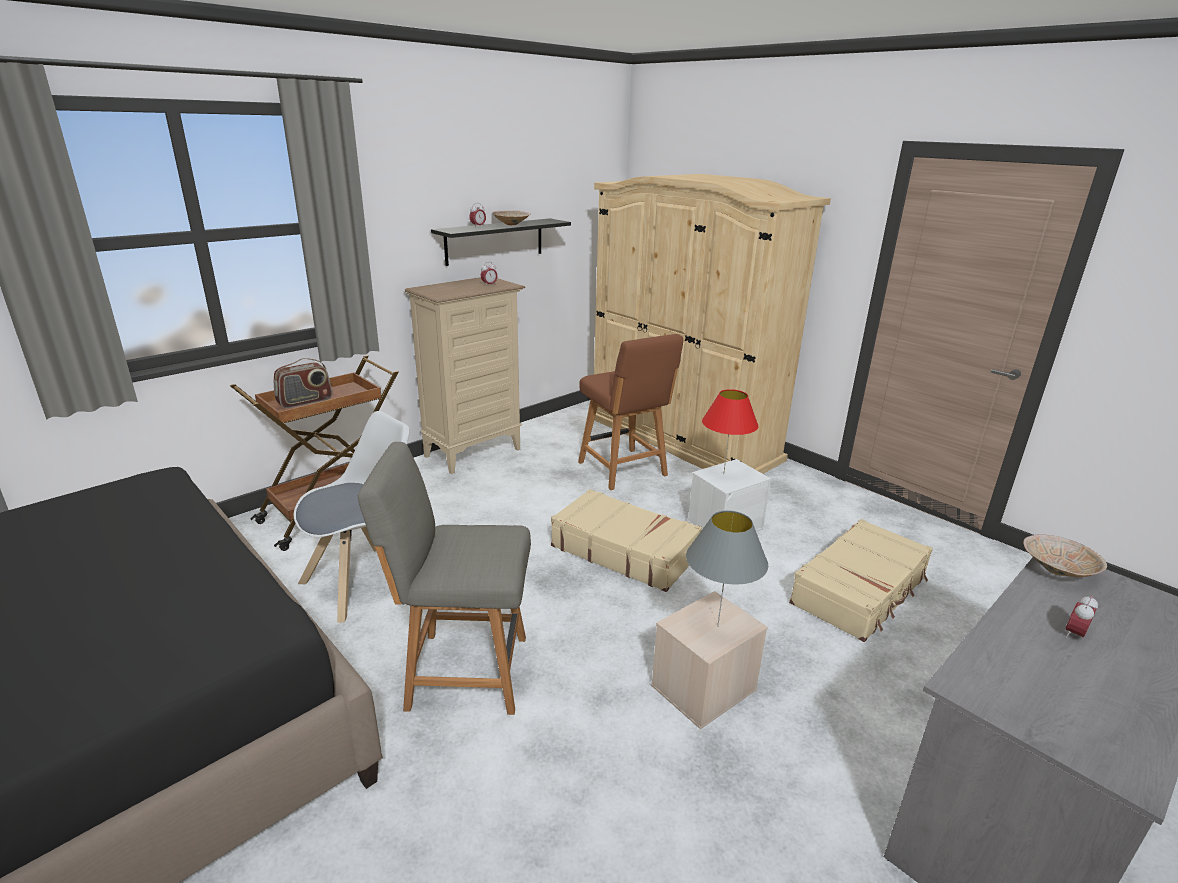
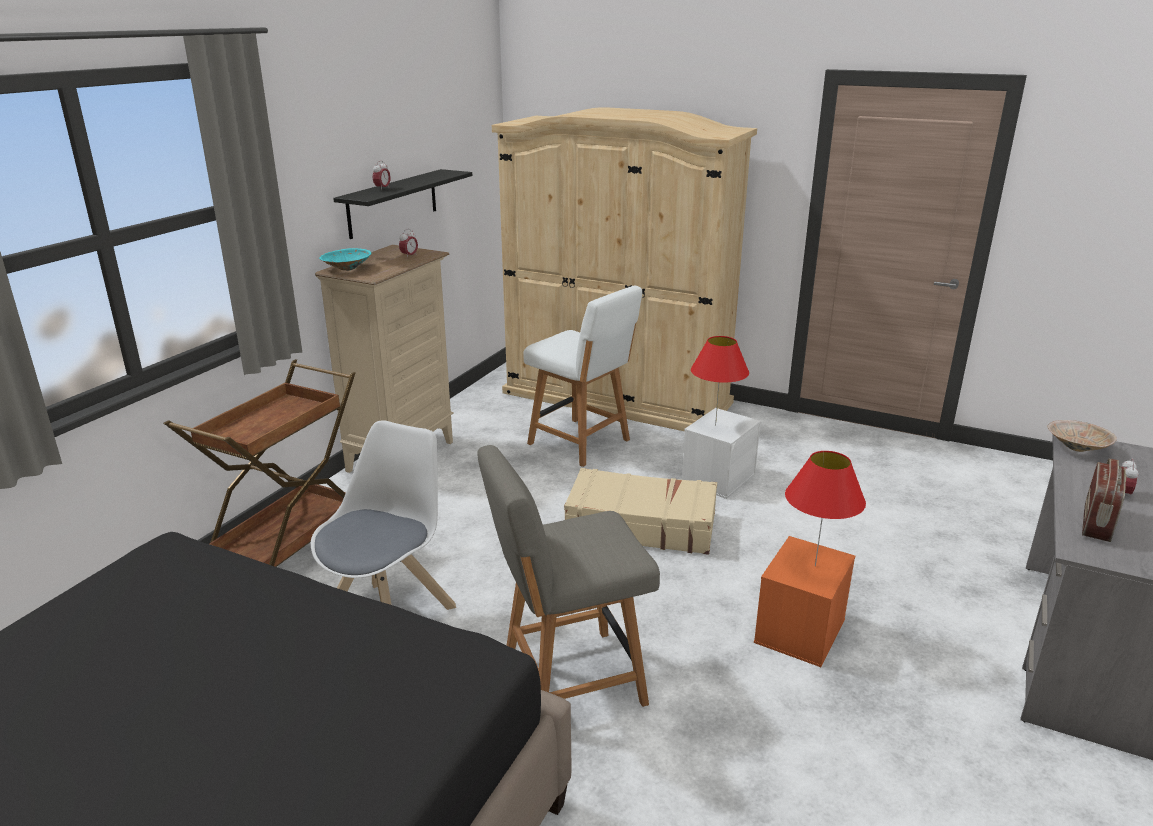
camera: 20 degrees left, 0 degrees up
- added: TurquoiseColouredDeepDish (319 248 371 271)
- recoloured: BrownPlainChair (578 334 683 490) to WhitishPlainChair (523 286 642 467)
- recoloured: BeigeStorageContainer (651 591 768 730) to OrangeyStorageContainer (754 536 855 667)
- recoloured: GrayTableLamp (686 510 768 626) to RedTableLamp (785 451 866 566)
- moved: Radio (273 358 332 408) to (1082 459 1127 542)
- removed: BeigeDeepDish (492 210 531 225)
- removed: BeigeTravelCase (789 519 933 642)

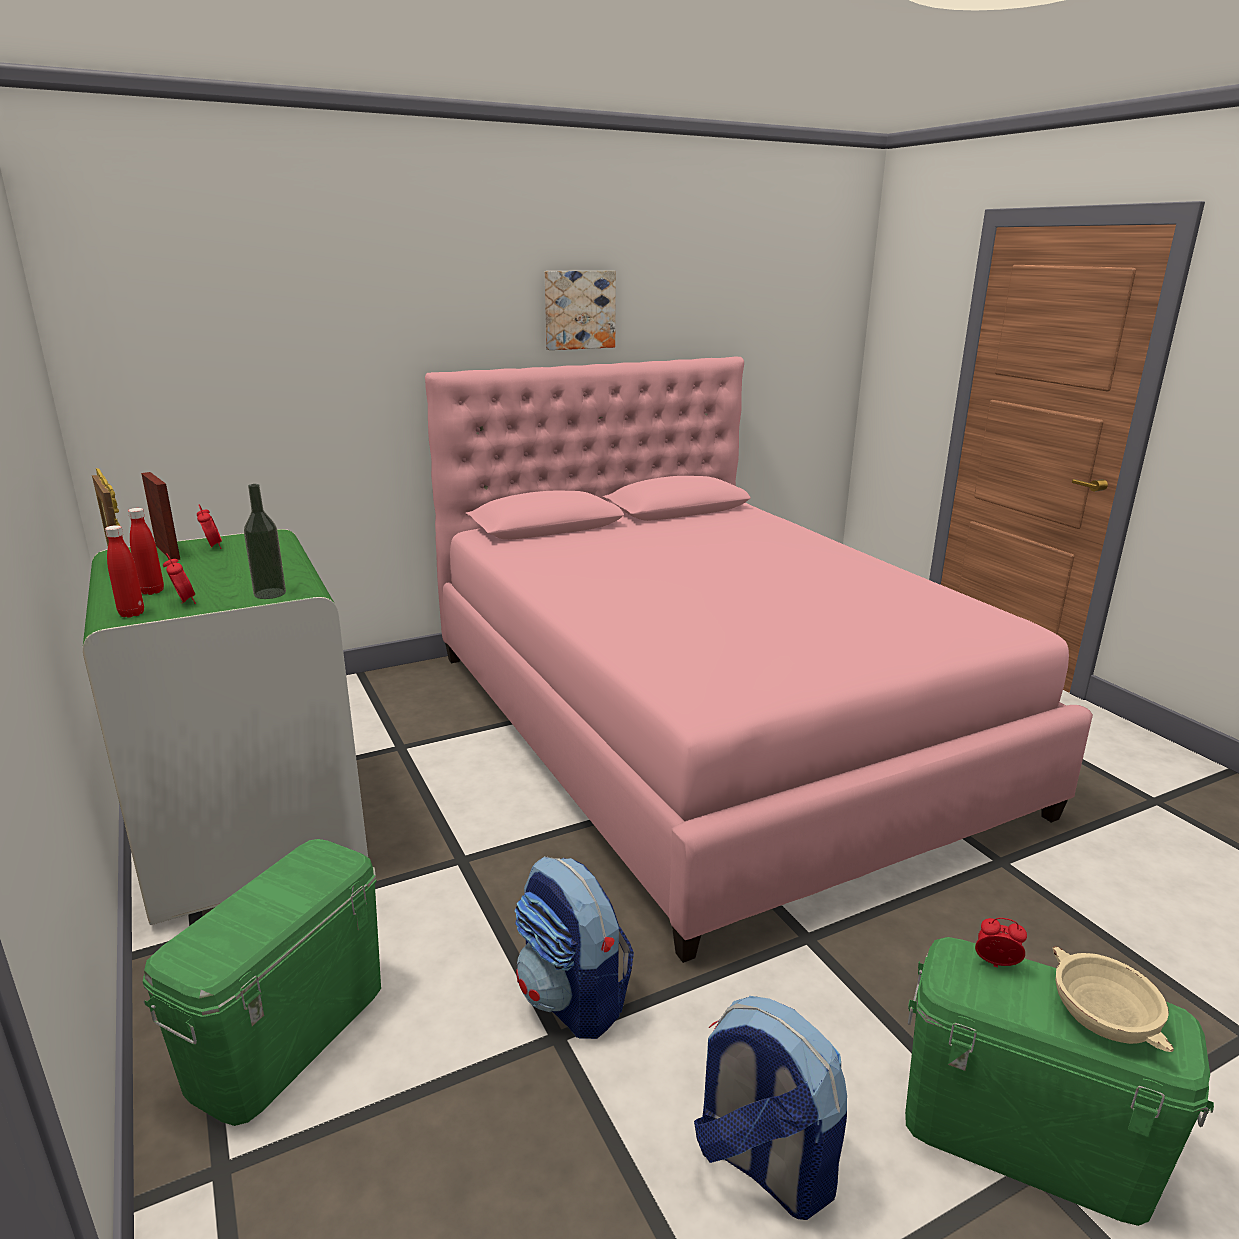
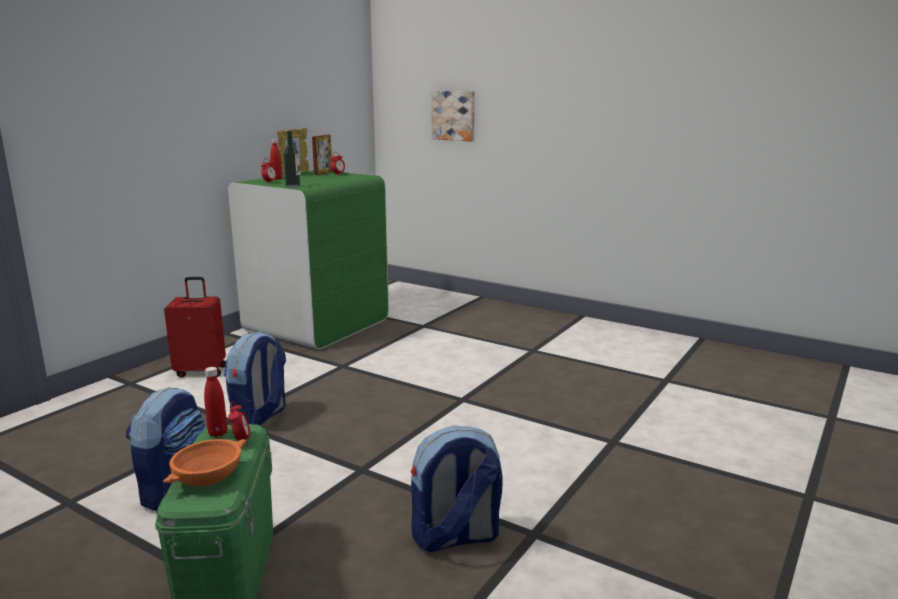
camera: 60 degrees right, 5 degrees down
- recoloured: BeigeDeepDish (1053 946 1174 1052) to OrangeyDeepDish (163 439 246 487)
- replaced: GreenColouredStorageContainer (143 839 381 1126) to RedTravelCase (164 277 226 378)
- moved: RedBottle (105 525 144 618) to (204 367 227 437)
- added: Backpack (411 426 503 552)
- moved: Picture (545 271 616 350) to (431 91 475 142)
- removed: PinkishBedroomBed (425 357 1093 963)

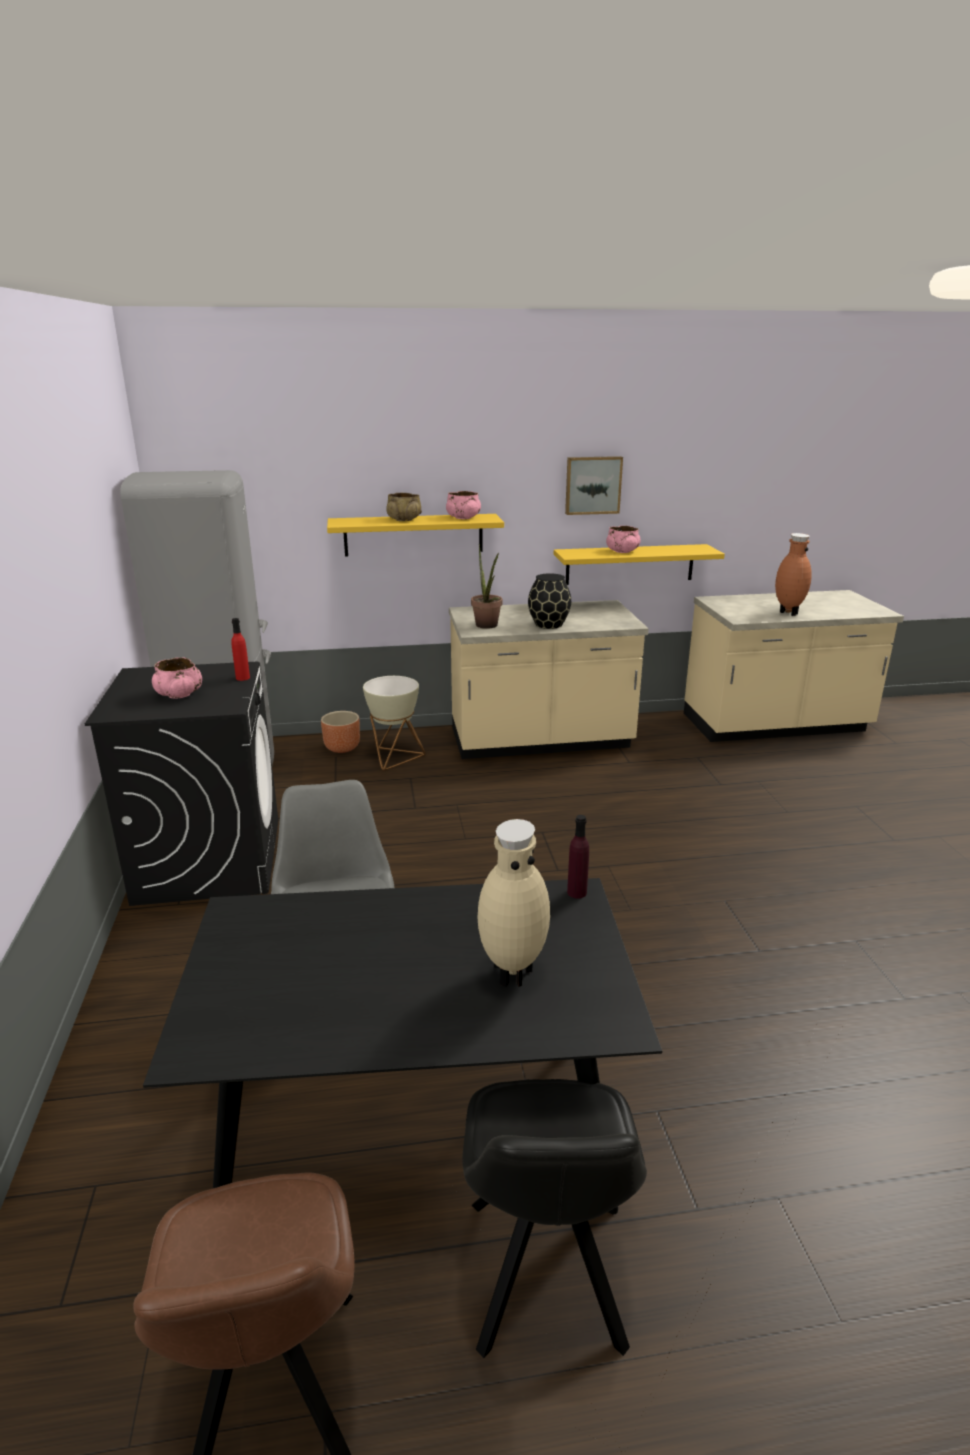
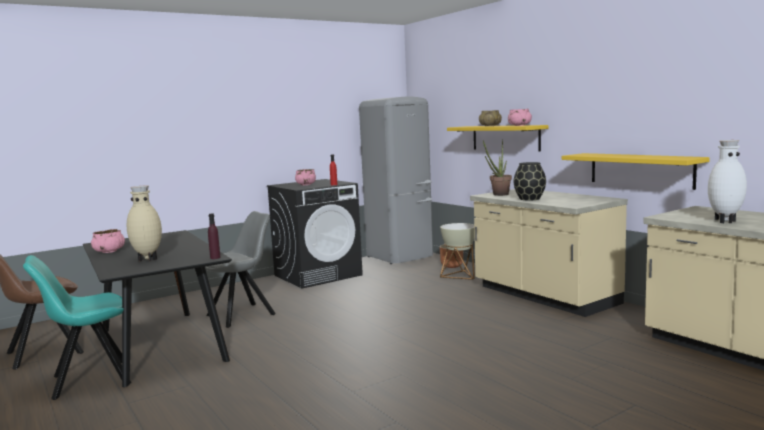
camera: 65 degrees right, 15 degrees down
- recoloured: BlackishPlainChair (462 1079 647 1358) to TurquoiseColouredPlainChair (23 255 131 400)
- moved: PinkishDeepDish (606 526 641 553) to (91 229 125 253)
- recoloured: BrownFlowerVase (775 533 812 616) to WhitishFlowerVase (708 140 747 223)
- removed: Picture (565 456 623 515)

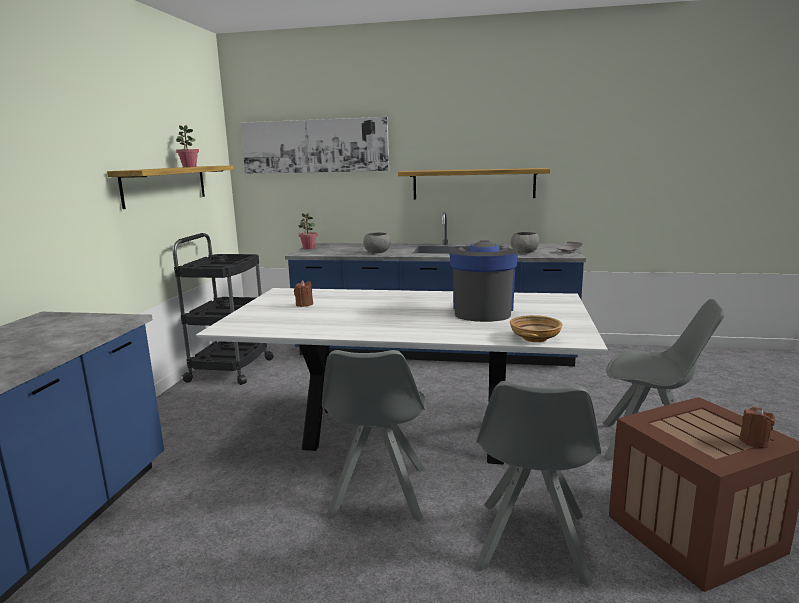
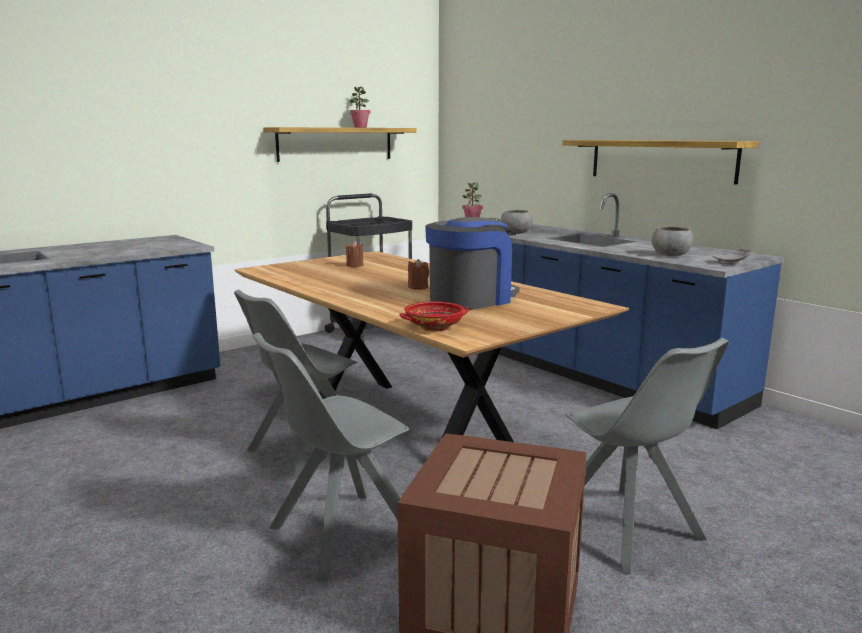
camera: 40 degrees right, 0 degrees up
- recoloured: WhitishDinnerTable (196 288 608 464) to BrownDinnerTable (235 251 629 442)
- recoloured: BeigeDeepDish (510 315 563 342) to RedDeepDish (399 302 469 331)
- moved: BrownWaxCandle (739 407 775 448) to (408 259 429 290)
- removed: Picture (240 117 389 174)

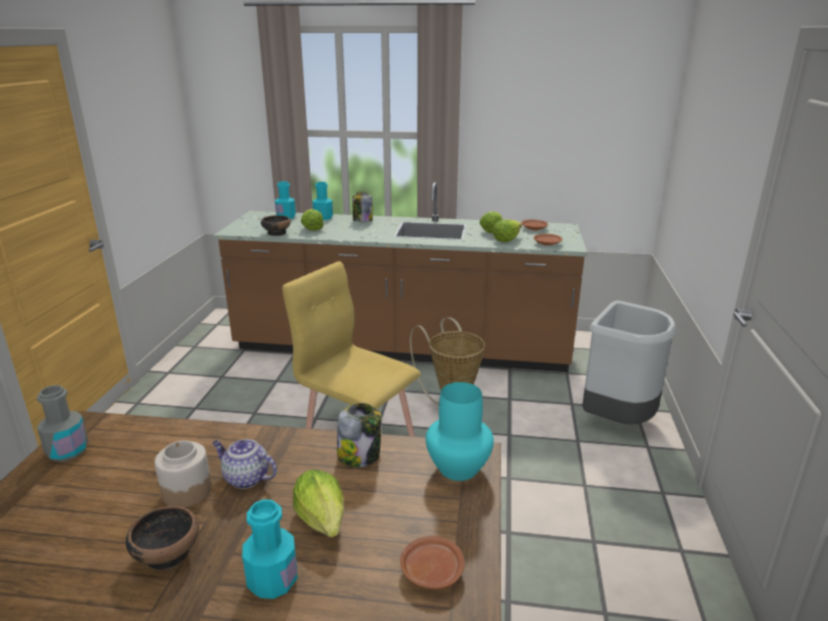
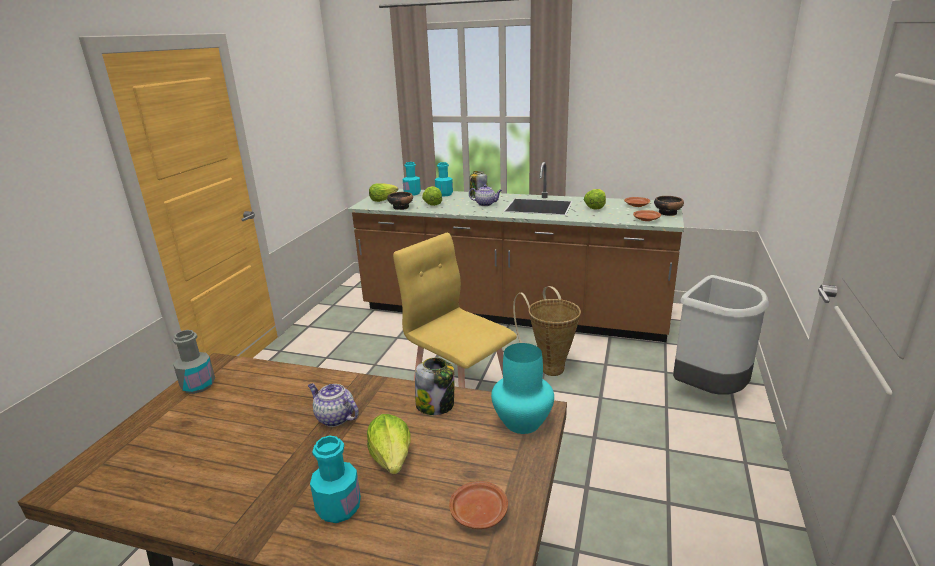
camera: 10 degrees right, 0 degrees up
- moved: LettuceHead (492 220 522 242) to (369 183 398 202)
- added: PotForTea (469 185 502 206)
- moved: DeepDish (126 506 199 570) to (654 196 684 216)
- removed: Jar (155 440 212 508)

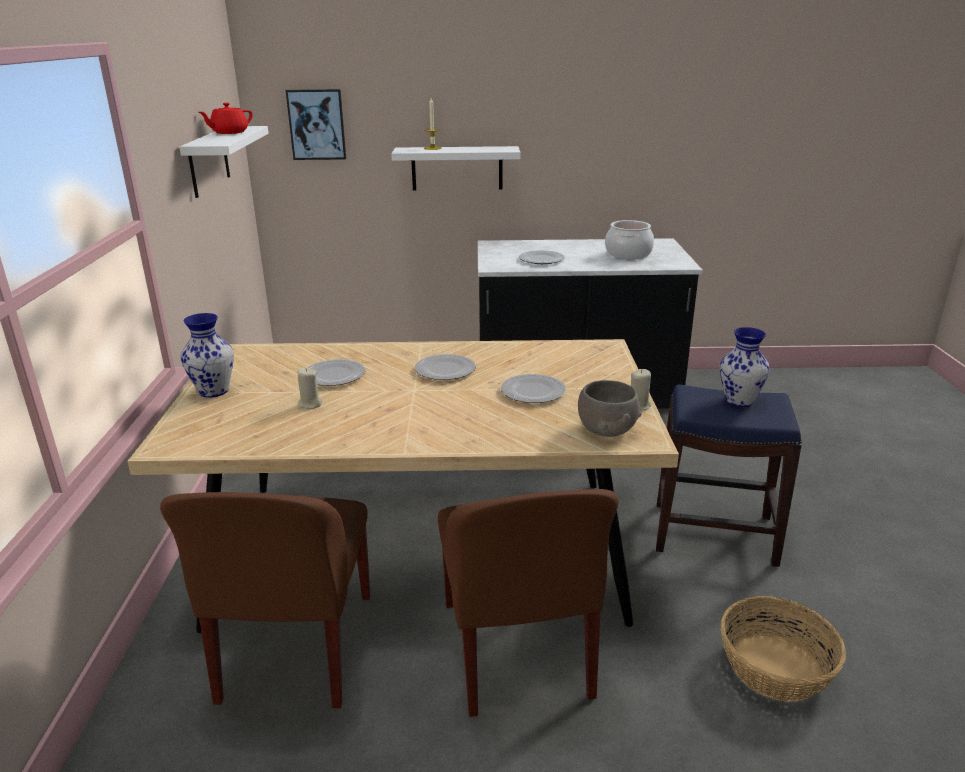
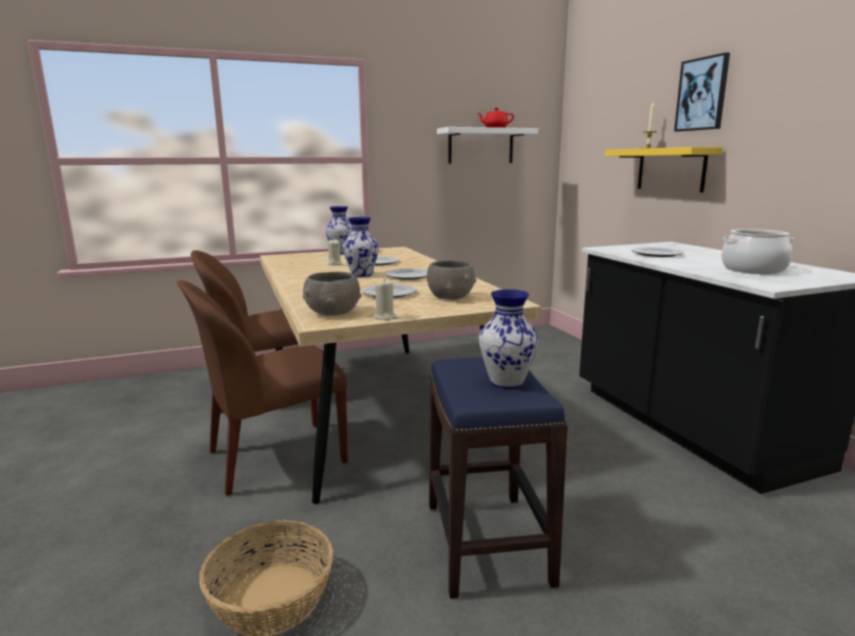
camera: 70 degrees right, 10 degrees down
- added: FlowerVase (342 217 379 277)
- added: GrayDeepDish (427 261 477 300)
- recoloured: WhitishBracketShelf (391 146 521 190) to YellowColouredBracketShelf (605 147 723 193)
- moved: Picture (286 89 346 160) to (674 52 730 132)

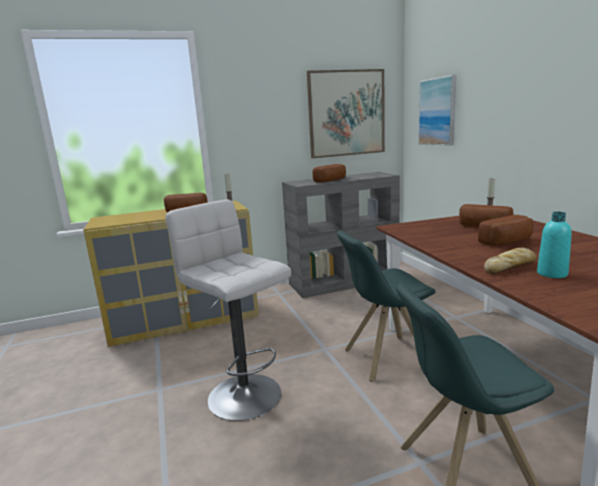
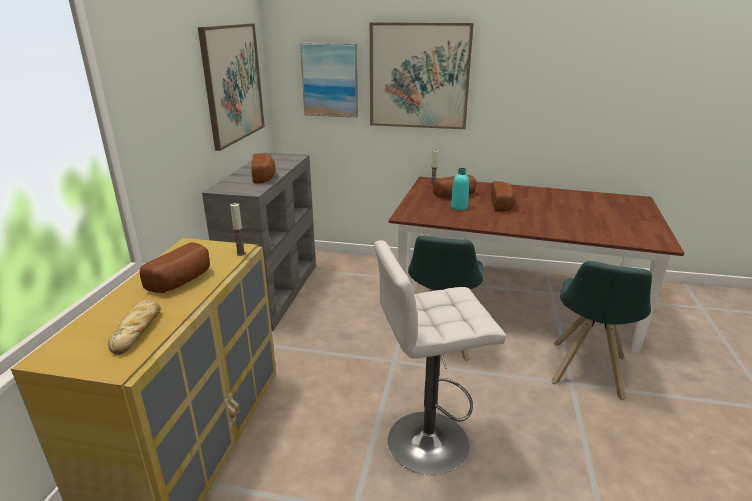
camera: 60 degrees left, 10 degrees up
- moved: Bread (484 248 536 274) to (108 300 161 355)
- added: Picture (370 22 474 129)
- moved: TurquoiseColouredBottle (537 212 572 278) to (451 168 469 210)

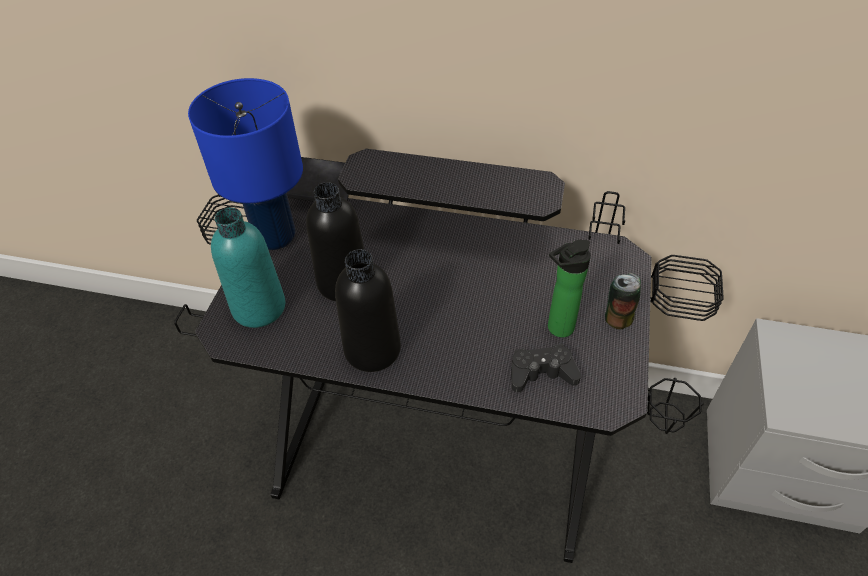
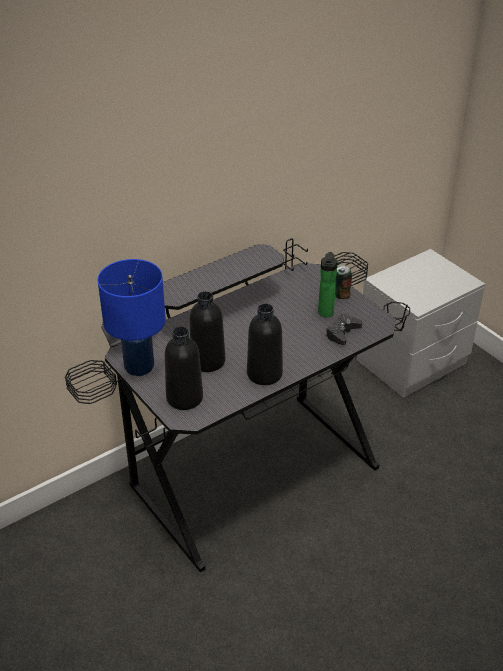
camera: 50 degrees left, 10 degrees down
- recoloured: TurquoiseColouredBottle (211 207 285 328) to BlackishBottle (165 327 203 410)

